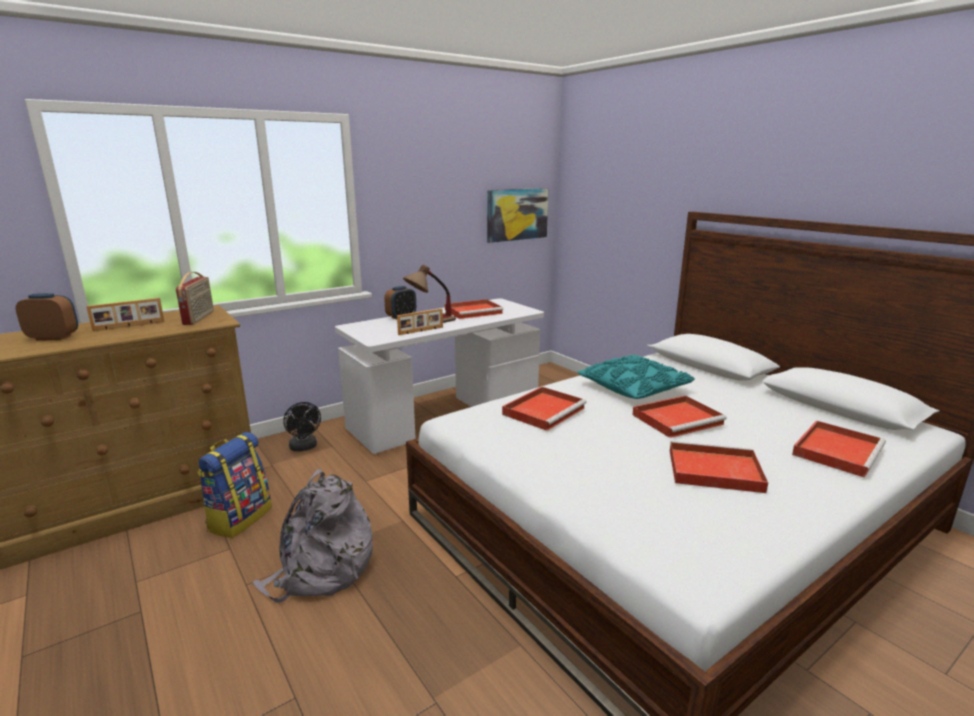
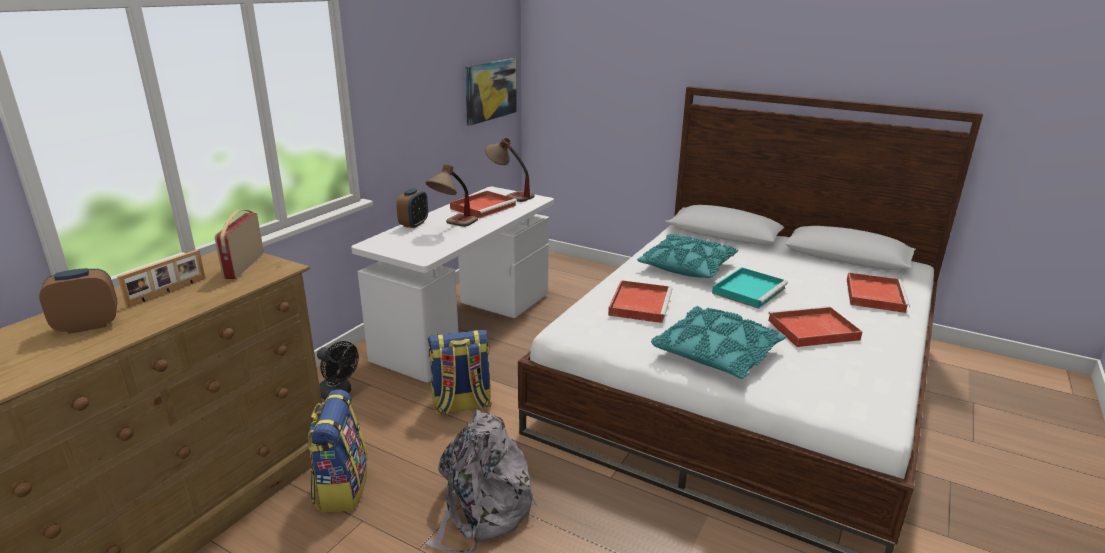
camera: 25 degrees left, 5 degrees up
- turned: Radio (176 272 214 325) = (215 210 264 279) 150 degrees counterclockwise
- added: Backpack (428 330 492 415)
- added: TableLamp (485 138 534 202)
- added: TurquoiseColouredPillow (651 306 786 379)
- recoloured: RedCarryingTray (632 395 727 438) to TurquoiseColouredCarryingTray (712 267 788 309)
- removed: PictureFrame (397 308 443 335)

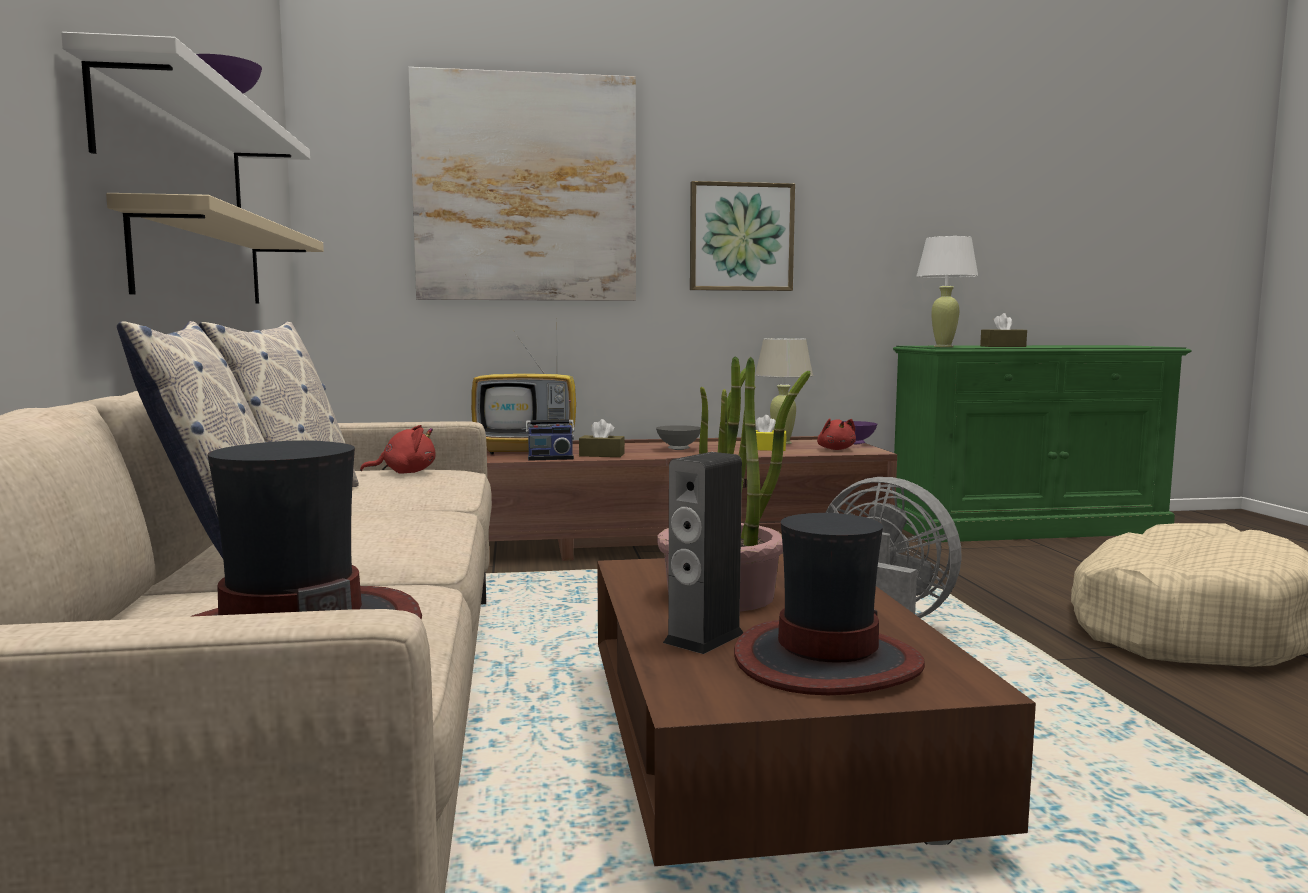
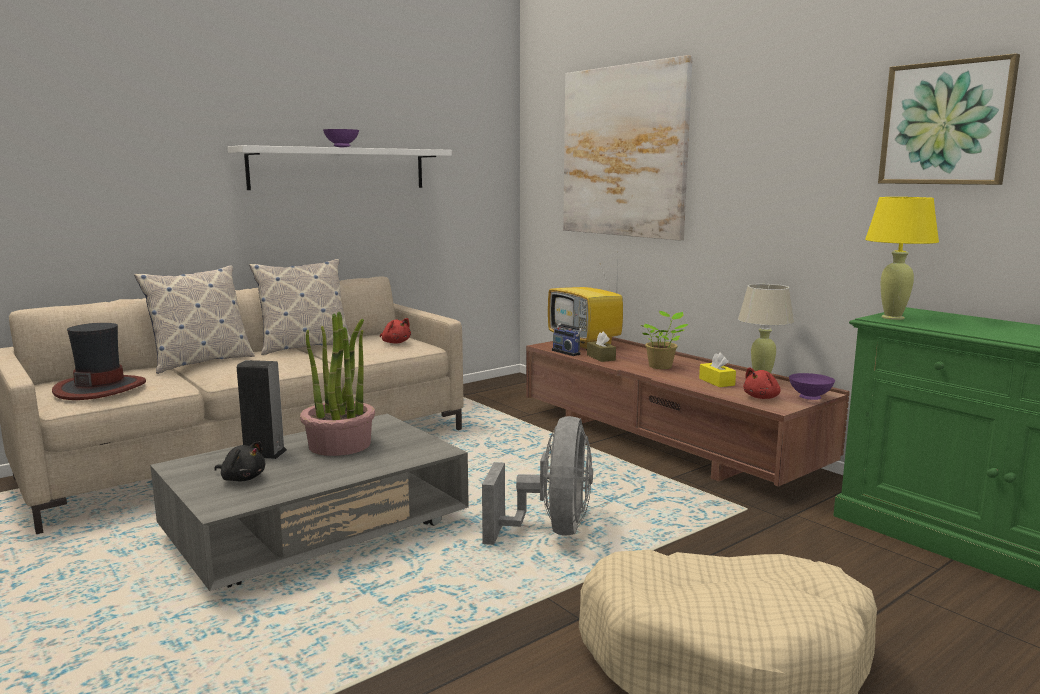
camera: 60 degrees right, 5 degrees up
- recoloured: BrownLowTable (597 554 1036 866) to GrayLowTable (150 414 469 591)
- replaced: WearableHat (734 513 925 695) to BlackishSoftToy (214 441 265 481)
- replaced: GrayDeepDish (656 425 701 450) to PottedPlant (640 311 688 369)
- recoloured: WhitishTableLamp (916 236 978 347) to YellowColouredTableLamp (865 197 939 320)
- moved: Picture (690 181 795 291) to (878 53 1020 185)
- removed: BeigeBracketShelf (106 193 324 304)
- removed: BrownTissueHolder (980 313 1027 347)

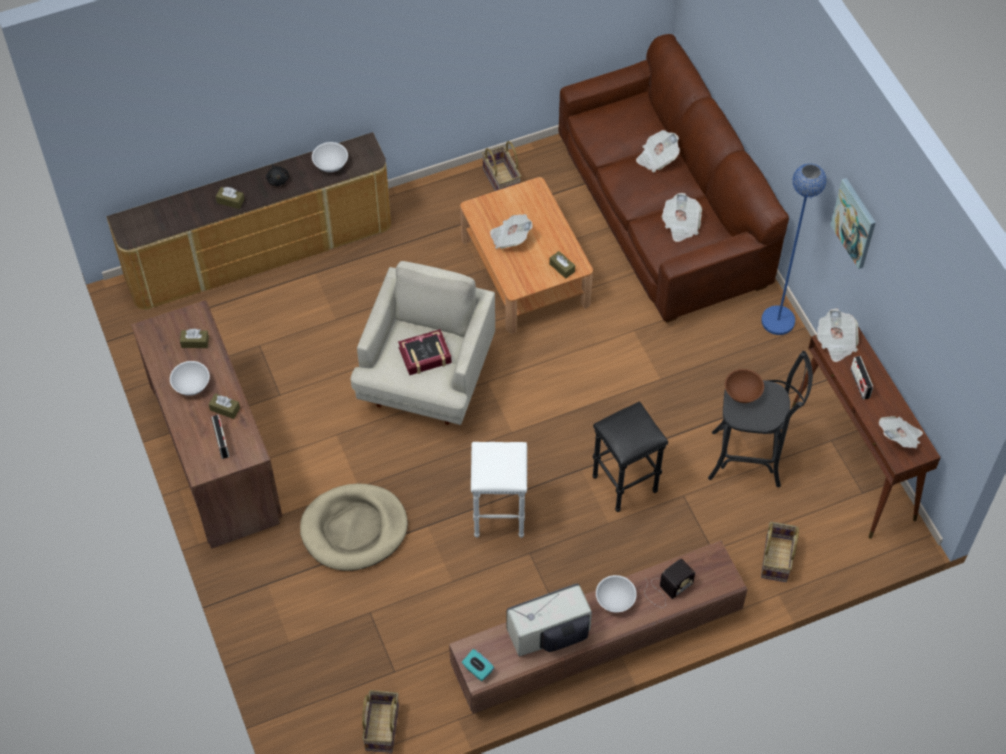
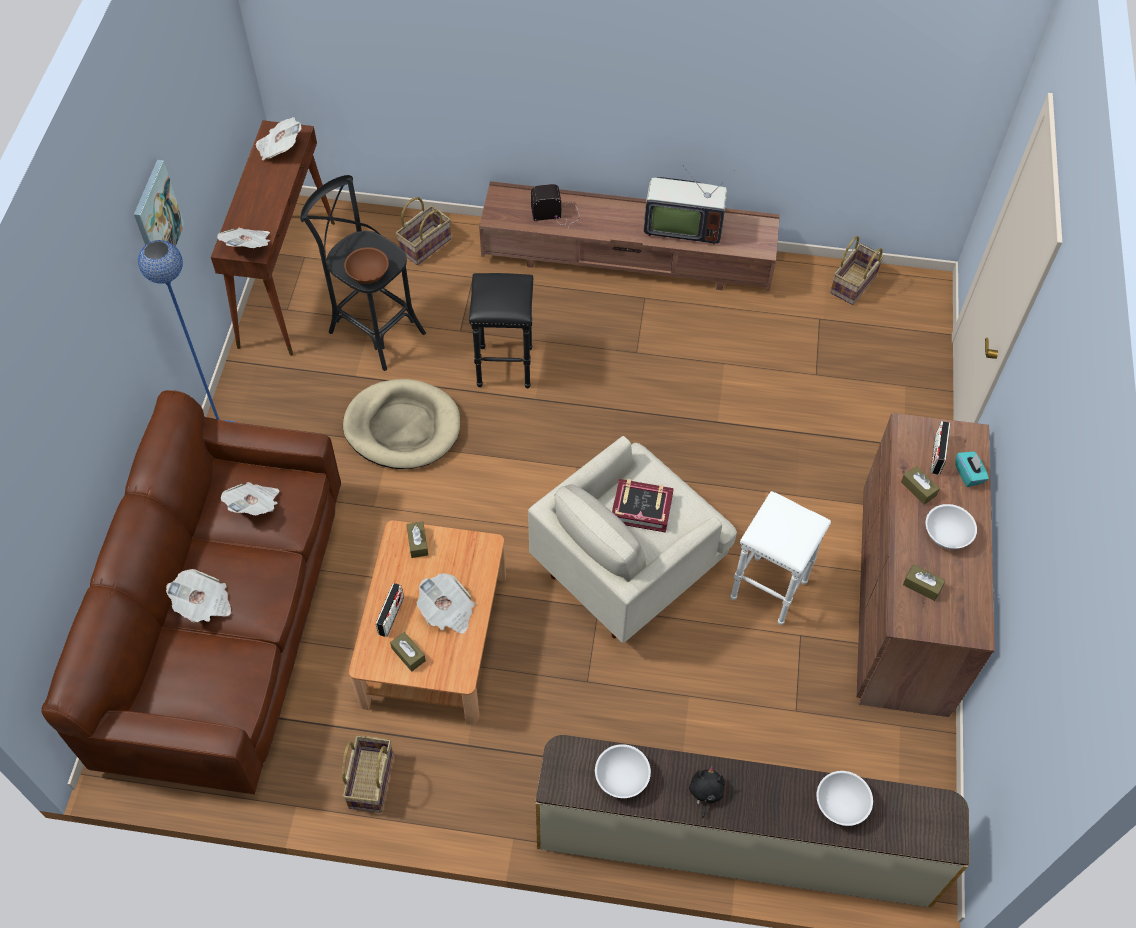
camera: 150 degrees left, 0 degrees up
- moved: BeigeDogCushion (300 484 408 571) to (343 379 460 469)
- moved: Radio (850 356 873 399) to (376 583 404 637)
- moved: BrownTissueHolder (216 187 245 209) to (390 632 426 672)
- moved: WhitishStool (471 442 527 538) to (730 491 831 625)
- moved: WhitishDeepDish (596 575 637 612) to (817 771 873 826)
- moved: TurquoiseColouredTissueHolder (462 649 494 681) to (955 451 989 487)

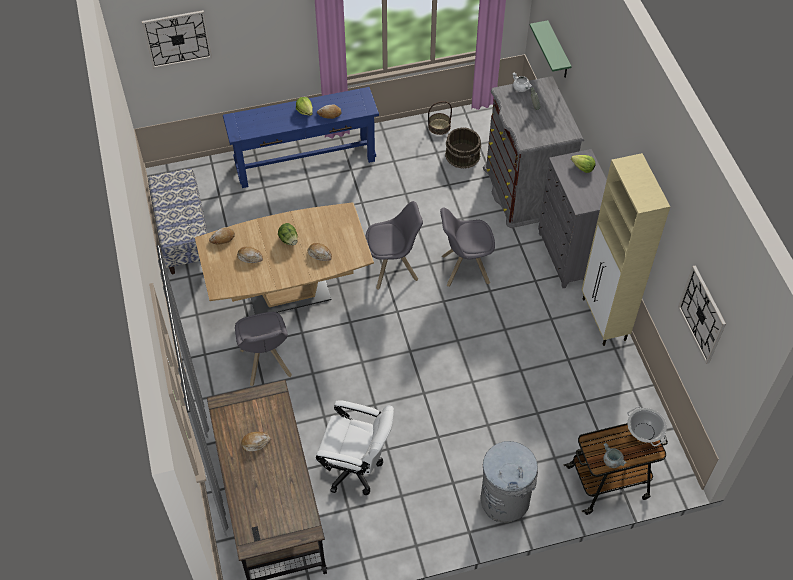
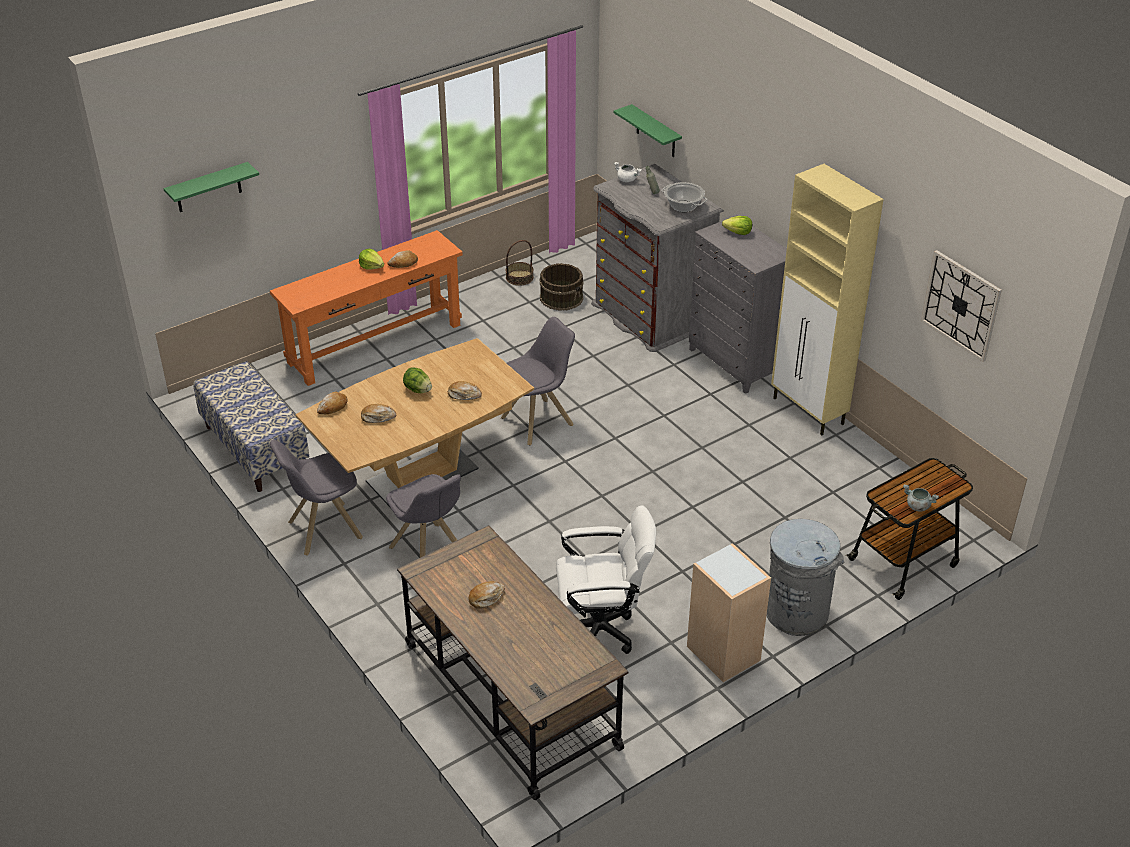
camera: 20 degrees left, 15 degrees down
- replaced: HangingClock (142 10 212 69) to GreenColouredBracketShelf (164 162 259 212)
- recoloured: BlueConsoleTable (223 87 379 188) to OrangeyConsoleTable (270 230 463 386)
- moved: GrayPlainChair (440 207 495 287) to (270 440 363 556)
- moved: Stockpot (627 406 667 446) to (661 182 708 212)
- added: ShelvingUnit (687 543 771 682)

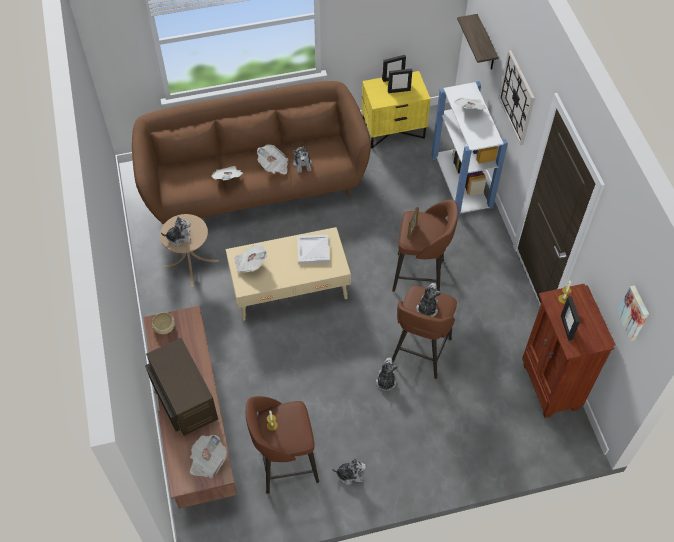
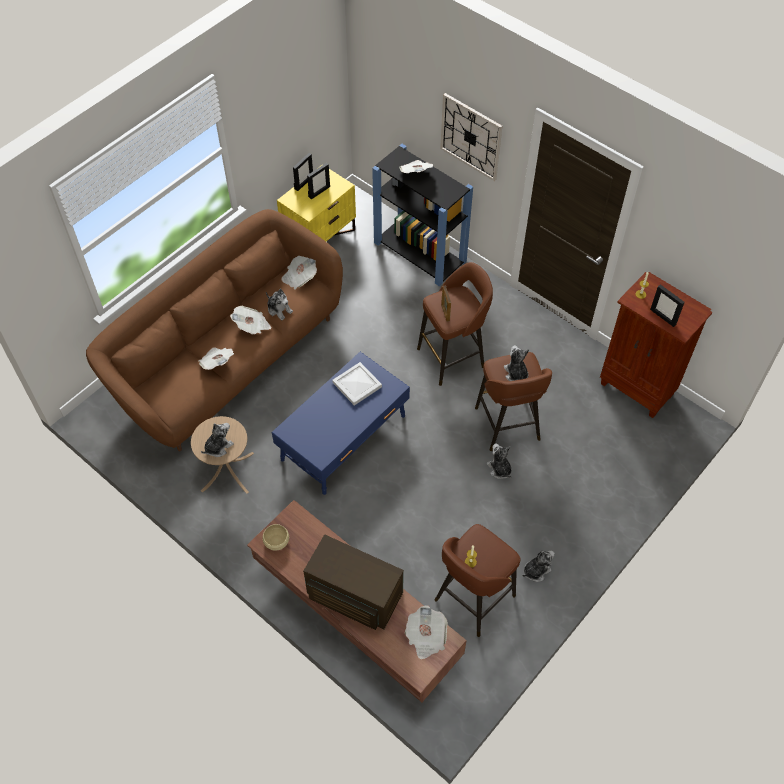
camera: 35 degrees left, 0 degrees up
- recoloured: BeigeLowTable (226 227 351 321) to BlueLowTable (272 352 410 495)
- moved: DailyPaper (234 245 267 273) to (281 256 317 290)
- recoloured: WhitishShelvingUnit (431 81 508 215) to BlackishShelvingUnit (372 144 473 286)
- removed: BracketShelf (457 14 499 70)
- removed: Picture (617 285 649 341)

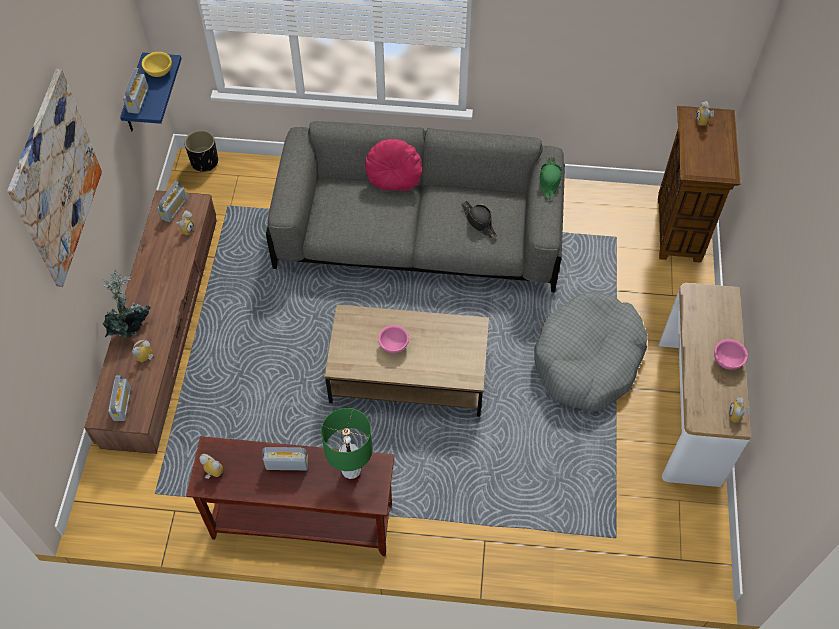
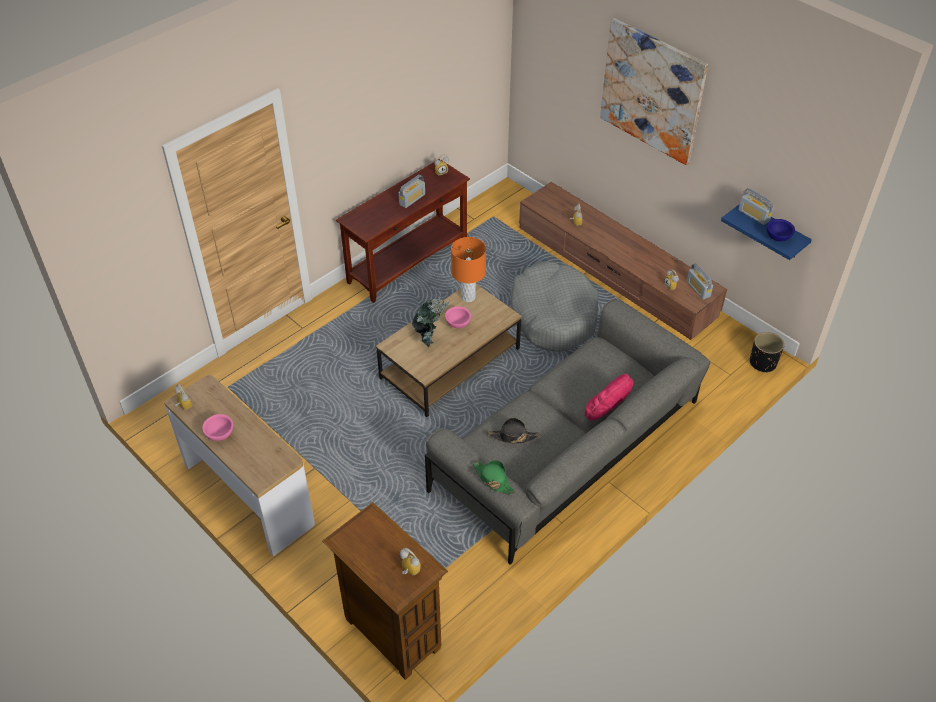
camera: 130 degrees right, 10 degrees down
- moved: PottedPlant (102 269 151 338) to (412 297 450 348)
- added: OrangeyTableLamp (451 237 486 302)
- moved: GrayDogCushion (534 292 648 411) to (511 261 598 352)
- recoloured: YellowColouredDeepDish (142 52 172 77) to BlueDeepDish (767 219 795 242)
- removed: Radio (108 375 131 421)
- removed: GreenColouredTableLamp (321 408 373 479)

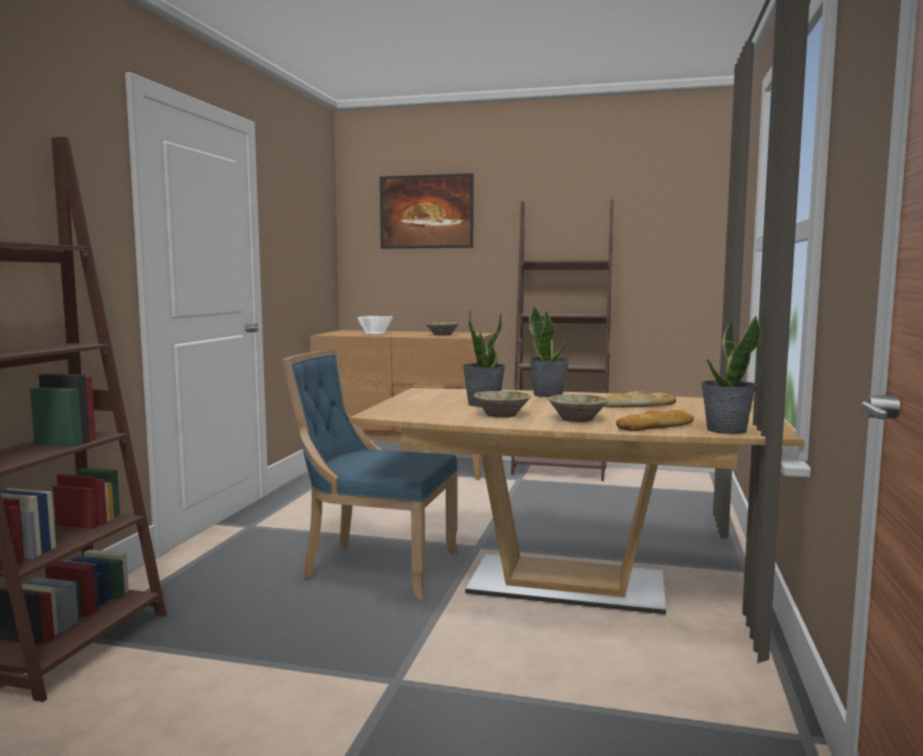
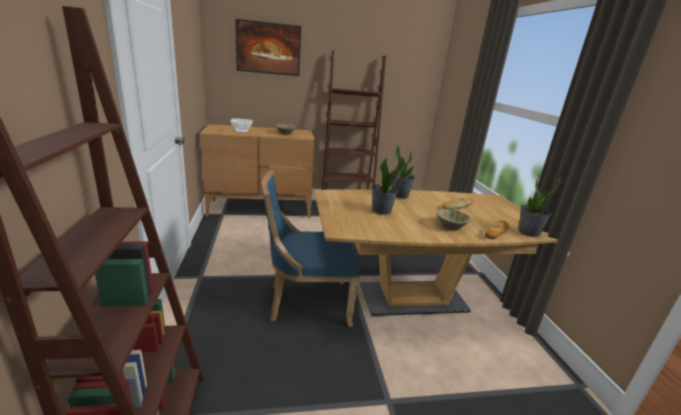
camera: 25 degrees left, 15 degrees up
- removed: BeigeDeepDish (474 391 531 417)

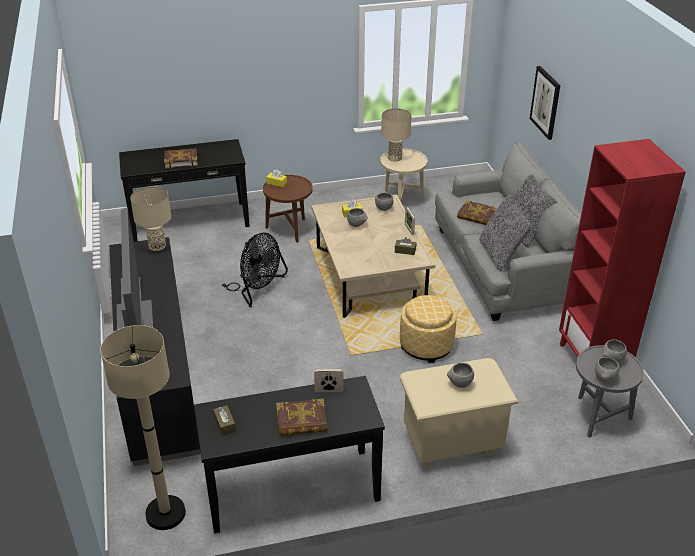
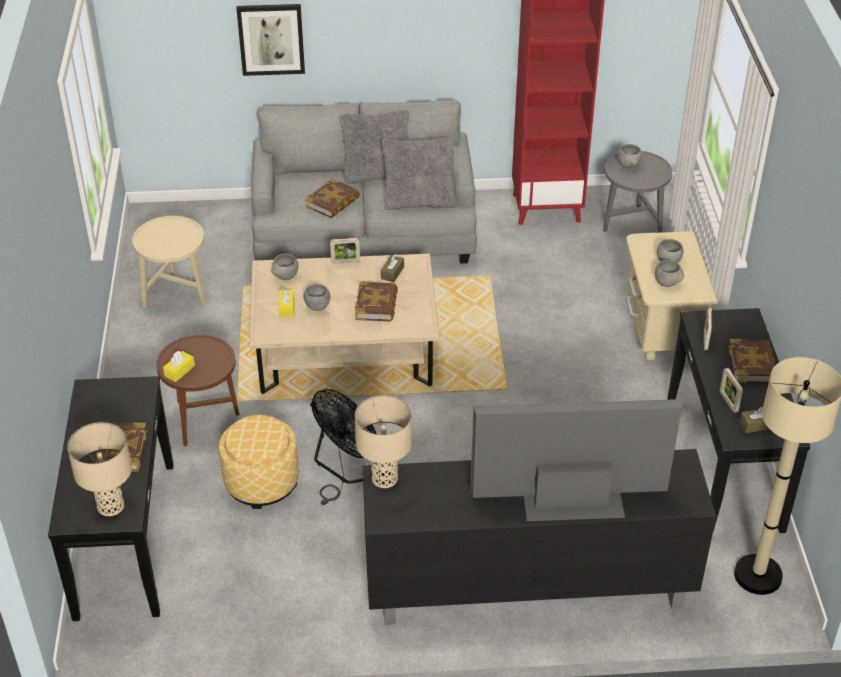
camera: 80 degrees left, 5 degrees up
- moved: BeigeTableLamp (381 108 412 161) to (67 422 132 516)
- moved: Pouffe (400 295 457 363) to (219 415 299 509)
- added: Book (355 281 398 322)
- moved: GrayDeepDish (595 357 620 382) to (655 260 684 287)
- added: PictureFrame (720 368 743 413)

